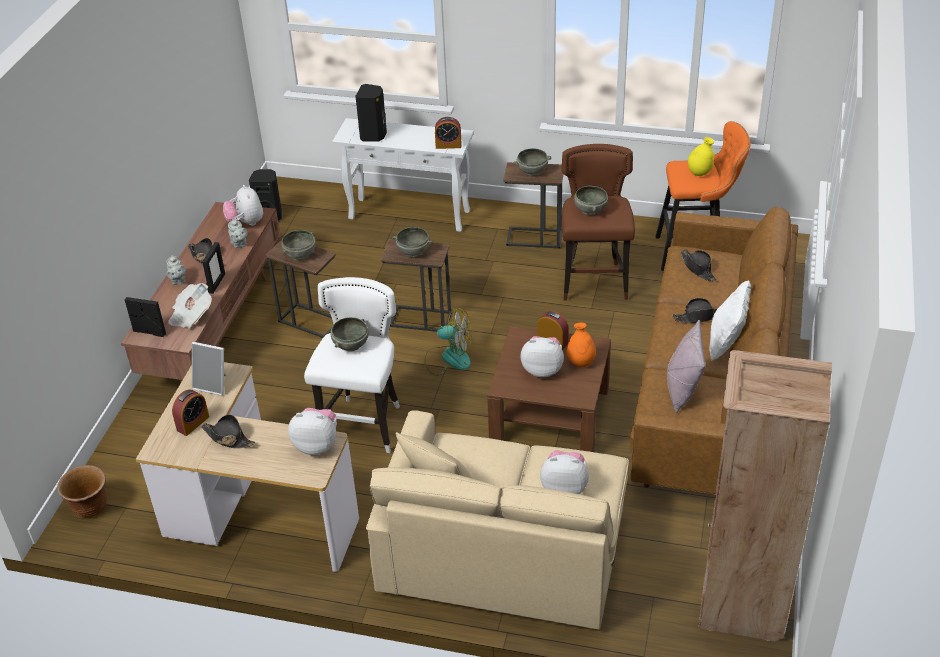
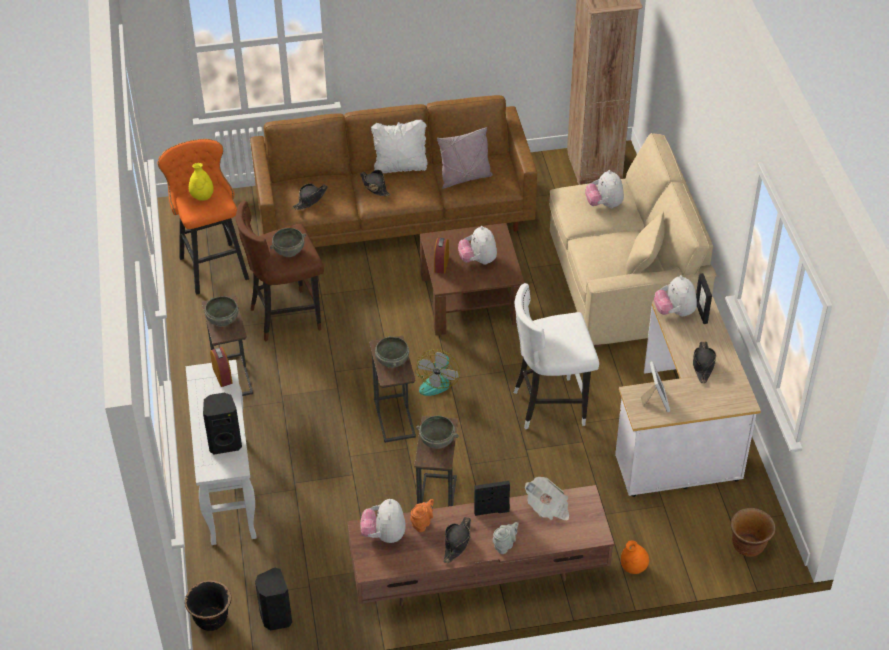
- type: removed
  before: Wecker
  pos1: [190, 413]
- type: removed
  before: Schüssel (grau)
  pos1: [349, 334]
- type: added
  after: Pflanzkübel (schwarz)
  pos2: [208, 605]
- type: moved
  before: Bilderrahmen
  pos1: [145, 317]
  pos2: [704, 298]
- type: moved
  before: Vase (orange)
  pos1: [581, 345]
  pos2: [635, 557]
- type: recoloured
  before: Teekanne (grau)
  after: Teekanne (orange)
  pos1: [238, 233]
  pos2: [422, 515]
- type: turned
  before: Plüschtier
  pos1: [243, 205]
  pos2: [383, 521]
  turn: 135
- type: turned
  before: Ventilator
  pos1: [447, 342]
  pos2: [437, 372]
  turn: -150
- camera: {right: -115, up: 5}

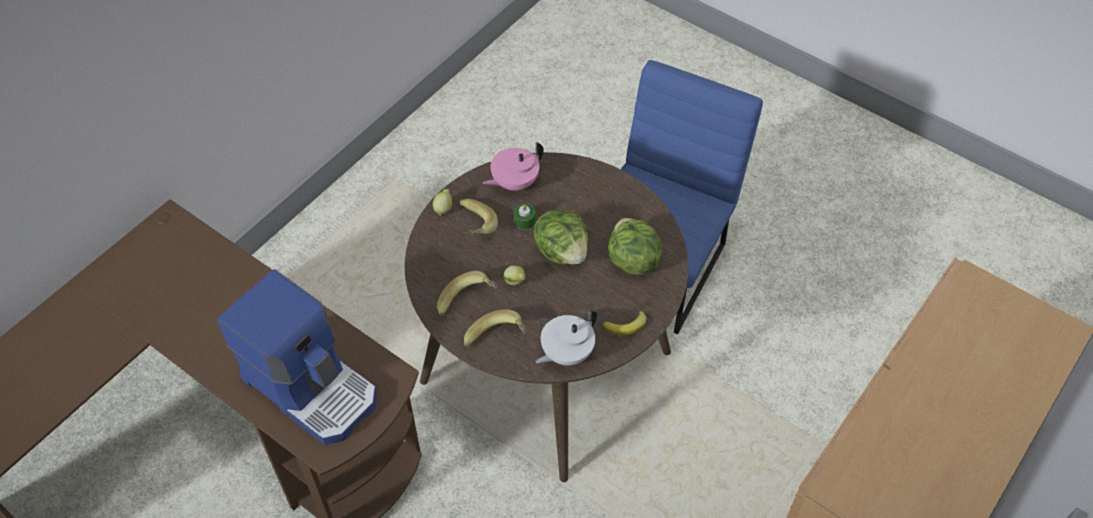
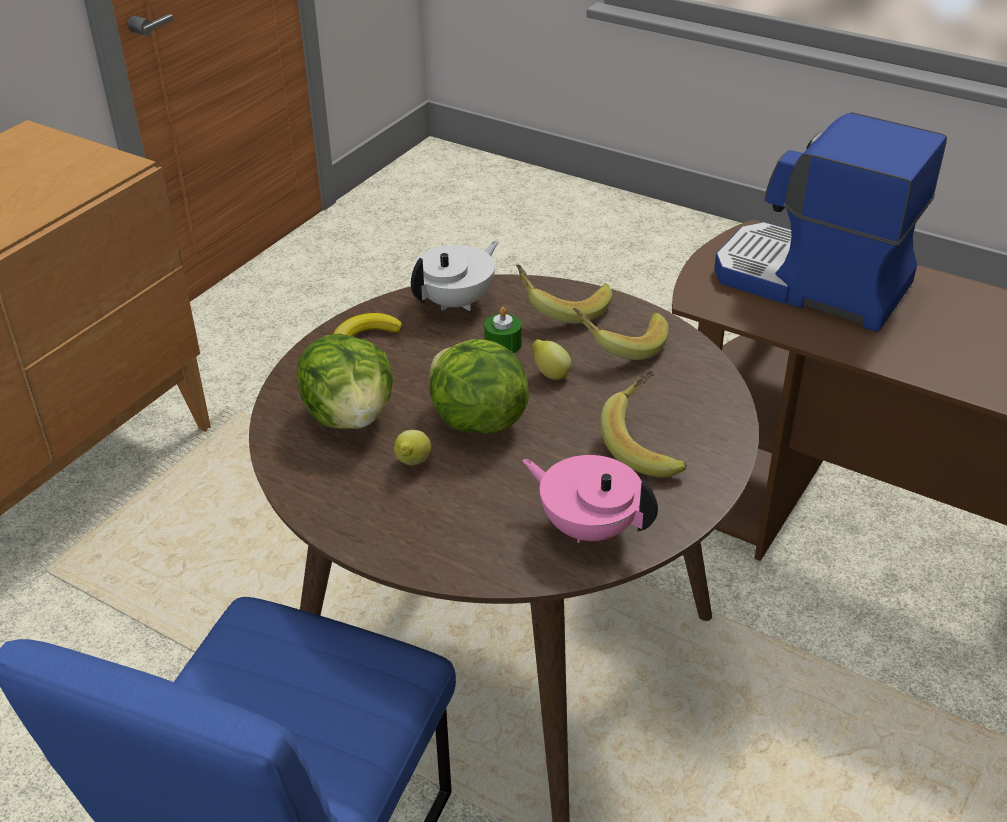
- type: moved
  before: Zitrone
  pos1: [442, 202]
  pos2: [412, 447]
- type: moved
  before: Kerze (grün)
  pos1: [525, 217]
  pos2: [503, 330]
- type: turned
  before: Teekanne (rosa)
  pos1: [513, 166]
  pos2: [590, 499]
  turn: -105
- camera: {right: 175, up: -15}

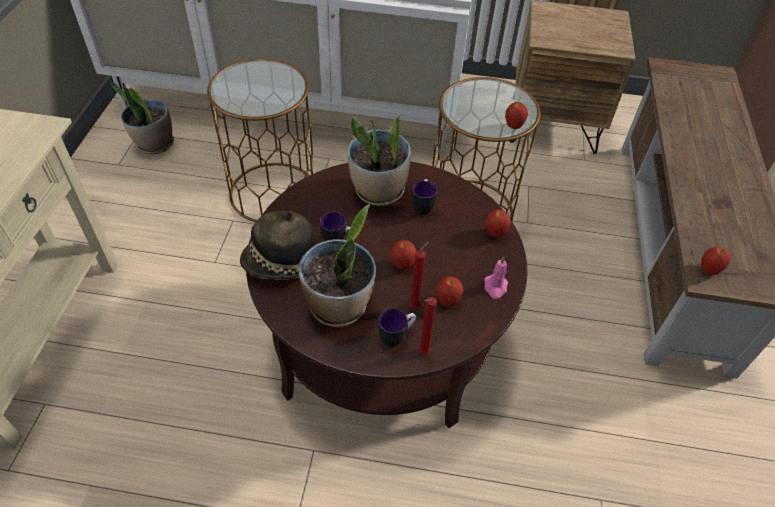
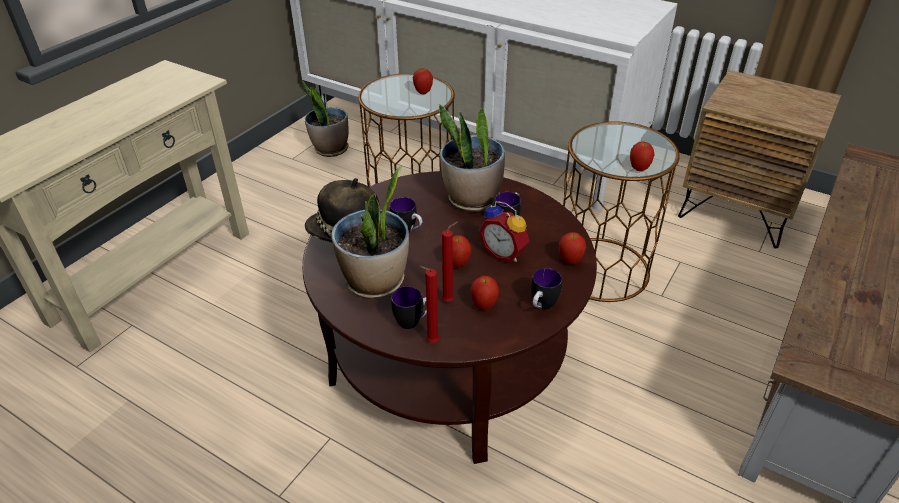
- type: added
  after: Wecker
  pos2: [504, 231]
- type: moved
  before: Apfel
  pos1: [716, 260]
  pos2: [423, 81]
- type: replaced
  before: Kerze (rosa)
  after: Henkelbecher
  pos1: [496, 277]
  pos2: [546, 289]
- camera: {right: 25, up: -10}

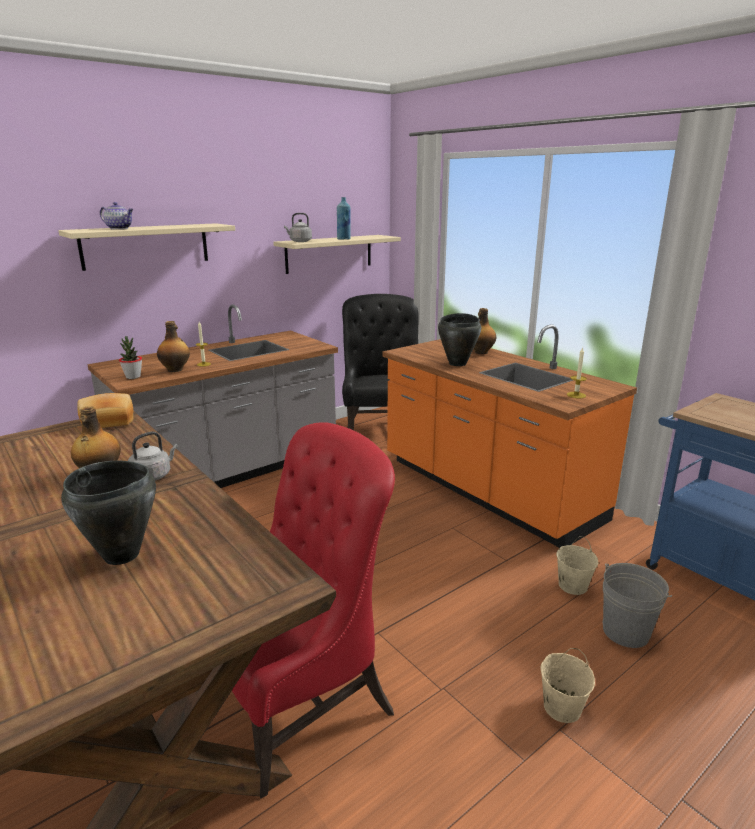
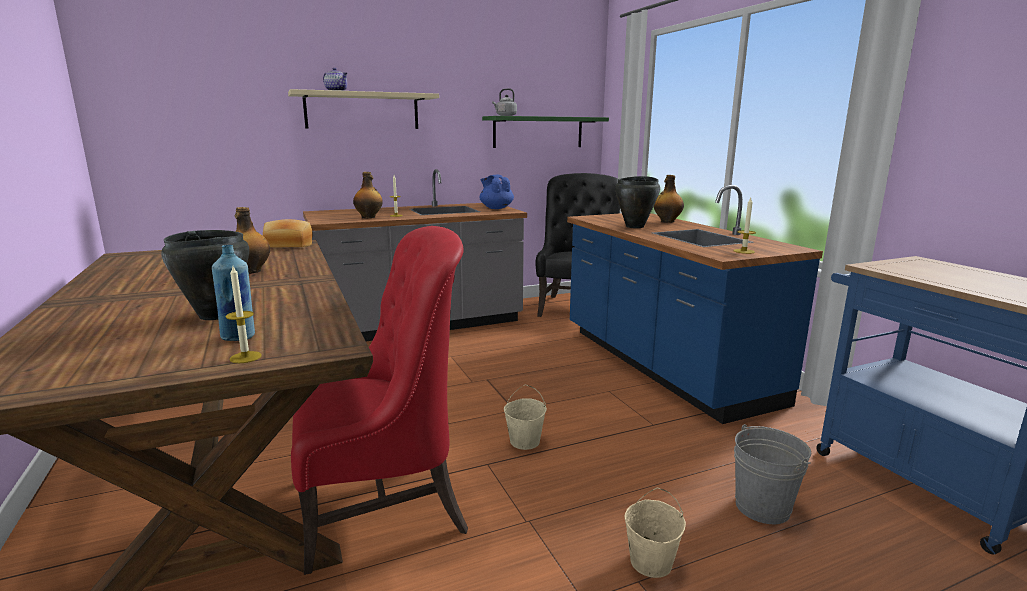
- type: removed
  before: Topfpflanze
  pos1: [130, 357]
- type: removed
  before: Wasserkessel (grau)
  pos1: [153, 456]
- type: added
  after: Kerze
  pos2: [244, 314]
- type: added
  after: Teekanne (blau)
  pos2: [496, 192]
- type: moved
  before: Flasche (blau)
  pos1: [344, 218]
  pos2: [233, 293]
- type: moved
  before: Eimer (beige)
  pos1: [577, 565]
  pos2: [525, 417]
- type: recoloured
  before: Wandregal (beige)
  after: Wandregal (grün)
  pos1: [337, 254]
  pos2: [545, 132]
- type: recoloured
  before: Küchenzeile (orange)
  after: Küchenzeile (blau)
  pos1: [510, 436]
  pos2: [695, 304]
- camera: {right: 15, up: -5}

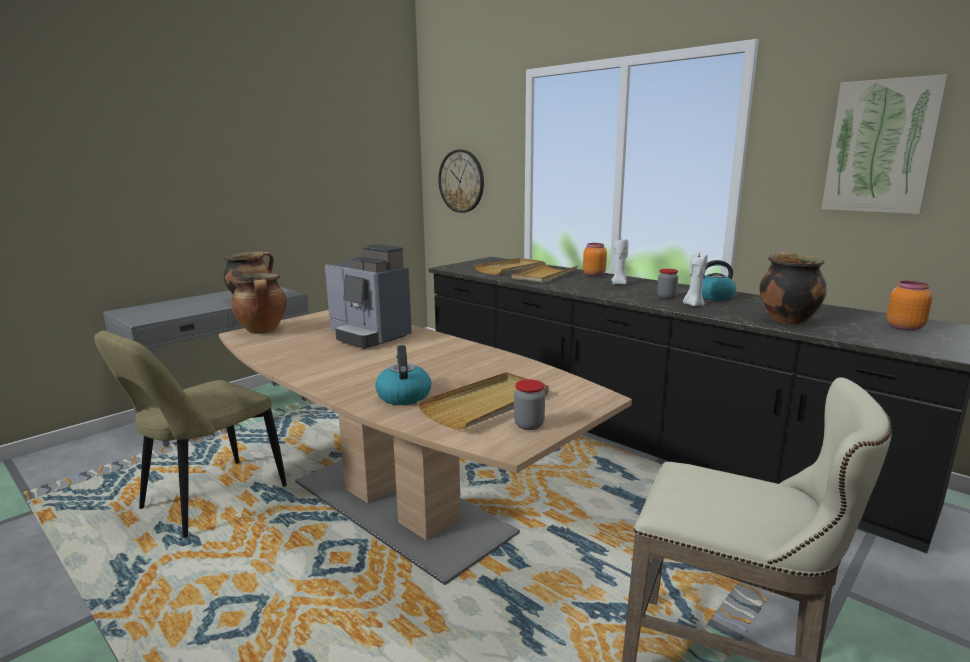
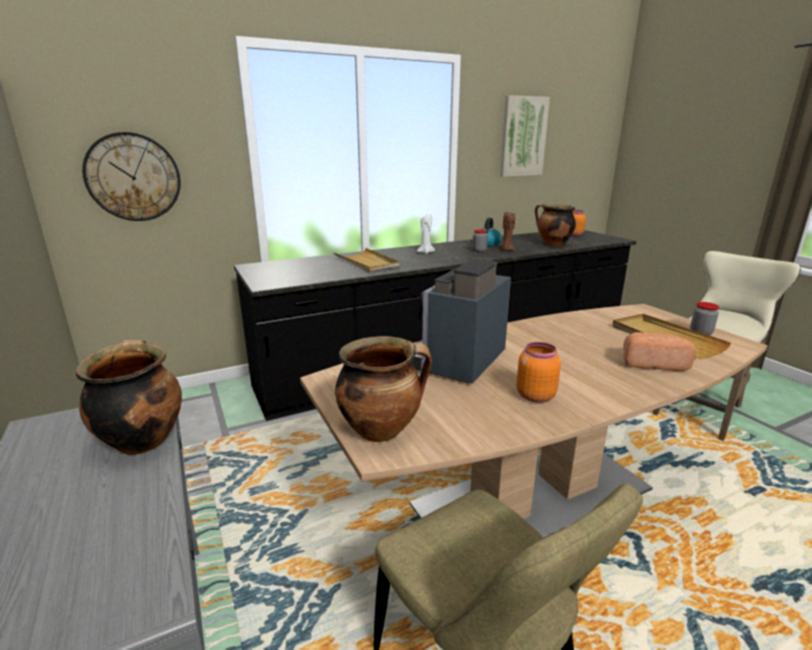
- type: removed
  before: Tablett (beige)
  pos1: [509, 266]
- type: moved
  before: Vorratsglas (orange)
  pos1: [595, 259]
  pos2: [538, 372]
- type: replaced
  before: Wasserkessel
  after: Brot
  pos1: [403, 375]
  pos2: [659, 351]
- type: recoloured
  before: Kerze (weiß)
  after: Kerze (braun)
  pos1: [695, 278]
  pos2: [507, 231]
- type: turned
  before: Kaffeemaschine
  pos1: [368, 296]
  pos2: [461, 321]
  turn: 150
- camera: {right: -70, up: 5}

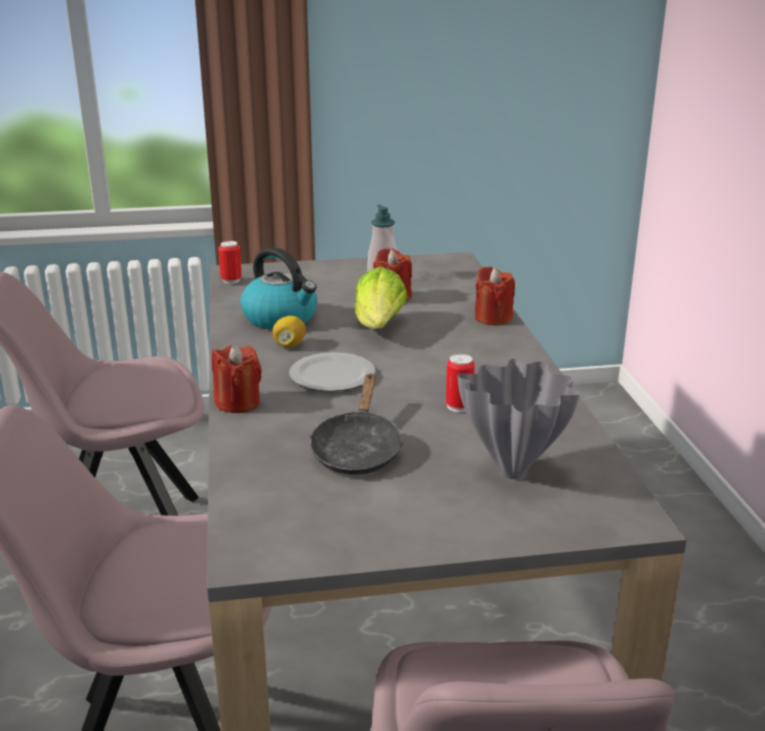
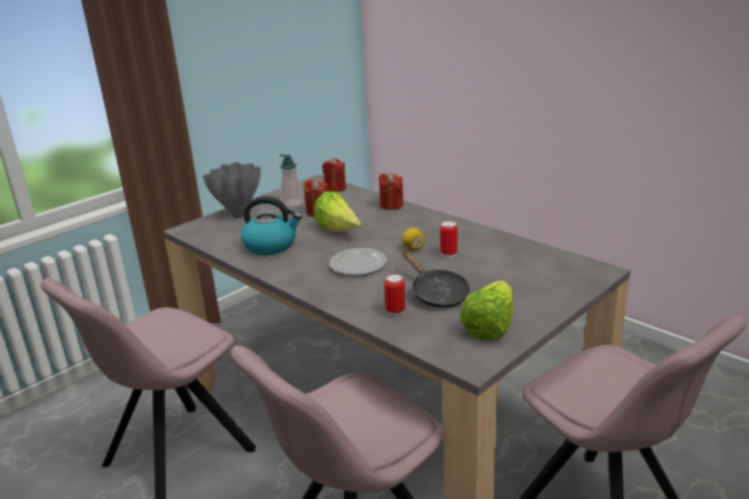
- type: added
  after: Salatkopf
  pos2: [487, 310]
- type: moved
  before: Kerze (rot)
  pos1: [237, 379]
  pos2: [334, 175]
- type: moved
  before: Dose
  pos1: [230, 262]
  pos2: [395, 295]
- type: moved
  before: Zitrone
  pos1: [289, 332]
  pos2: [413, 239]
- type: moved
  before: Vase (grau)
  pos1: [518, 419]
  pos2: [232, 190]
- camera: {right: -35, up: 0}

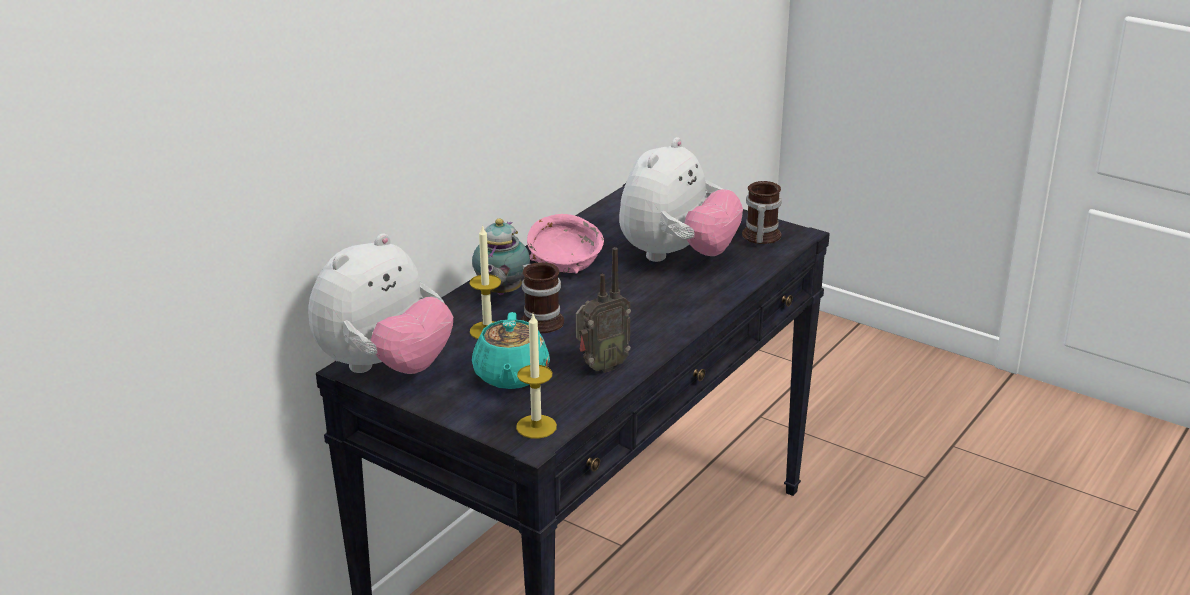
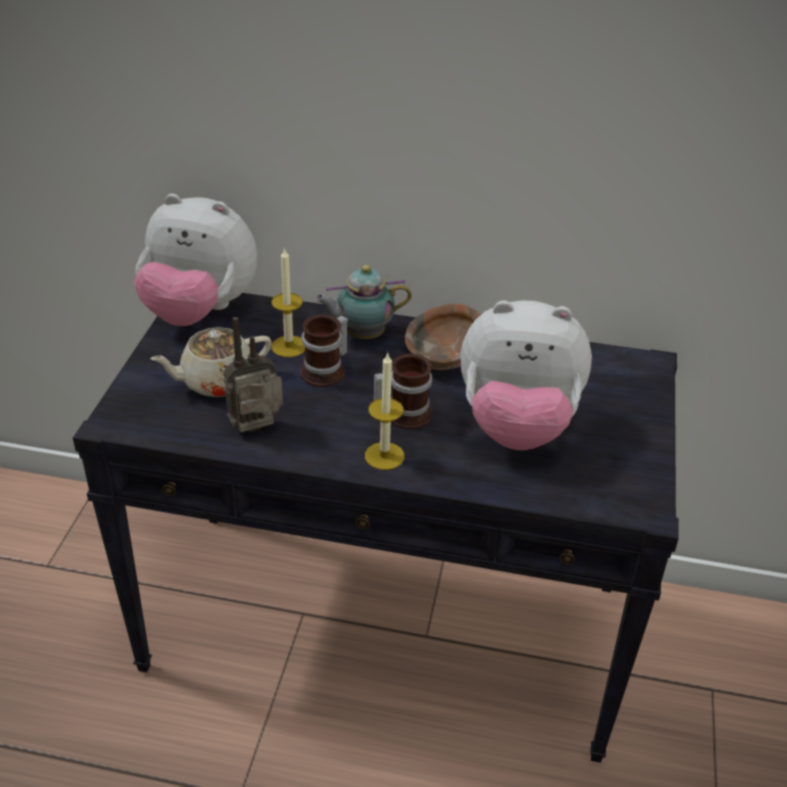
- type: moved
  before: Kerze
  pos1: [536, 376]
  pos2: [384, 411]
- type: moved
  before: Henkelbecher
  pos1: [762, 212]
  pos2: [403, 391]
- type: recoloured
  before: Teekanne (türkis)
  after: Teekanne (beige)
  pos1: [511, 350]
  pos2: [211, 362]
- type: recoloured
  before: Schüssel (rosa)
  after: Schüssel (braun)
  pos1: [565, 244]
  pos2: [443, 337]
- type: turned
  before: Radio
  pos1: [603, 310]
  pos2: [253, 374]
  turn: 120
- camera: {right: 65, up: 10}

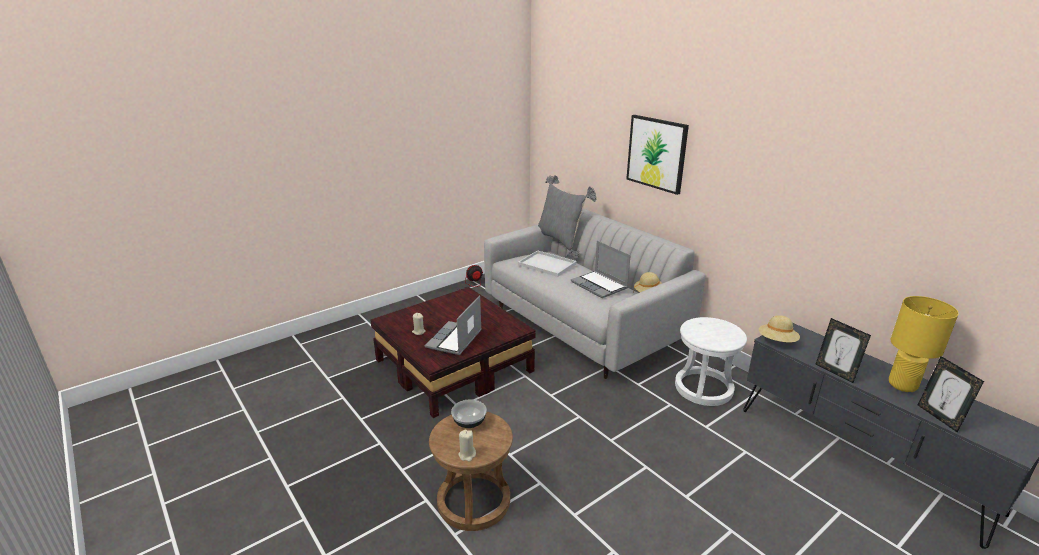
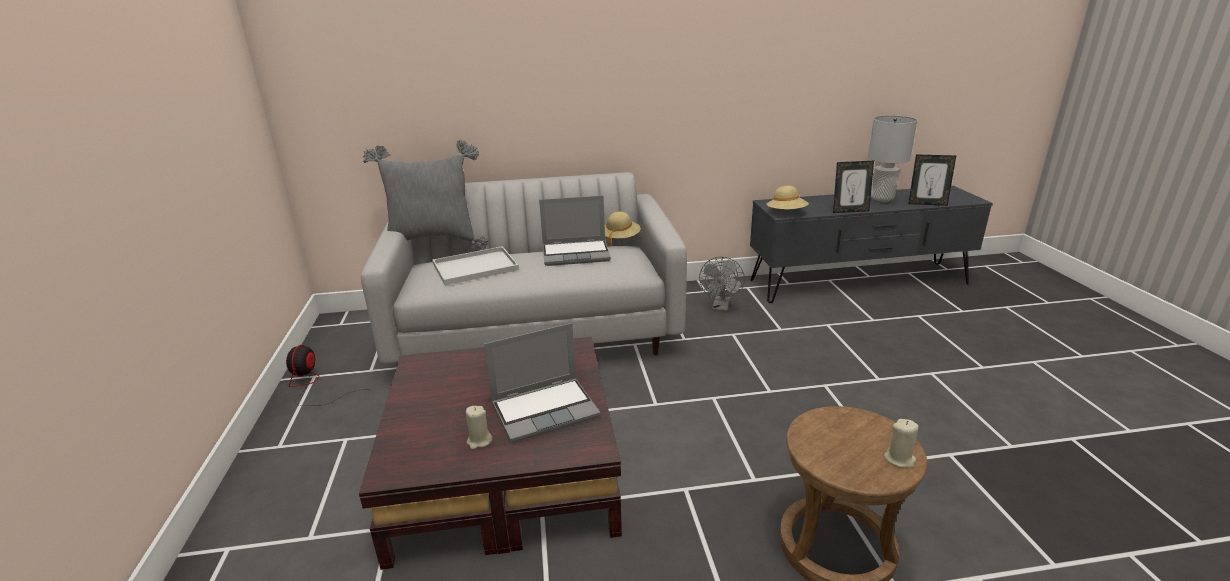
- type: removed
  before: Schüssel
  pos1: [469, 413]
- type: removed
  before: Bild
  pos1: [657, 155]
- type: replaced
  before: Hocker (weiß)
  after: Ventilator (grau)
  pos1: [711, 361]
  pos2: [722, 284]
- type: recoloured
  before: Tischlampe (gelb)
  after: Tischlampe (grau)
  pos1: [924, 344]
  pos2: [892, 158]
- type: turned
  before: Laptop
  pos1: [453, 325]
  pos2: [542, 383]
  turn: -75
- camera: {right: -60, up: 0}

